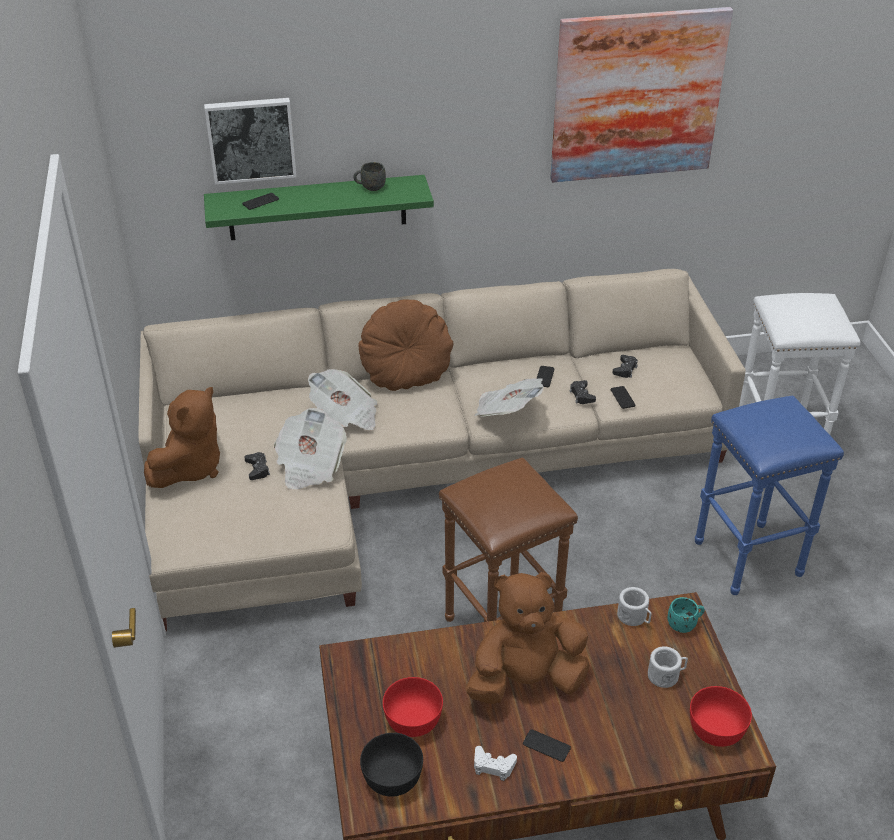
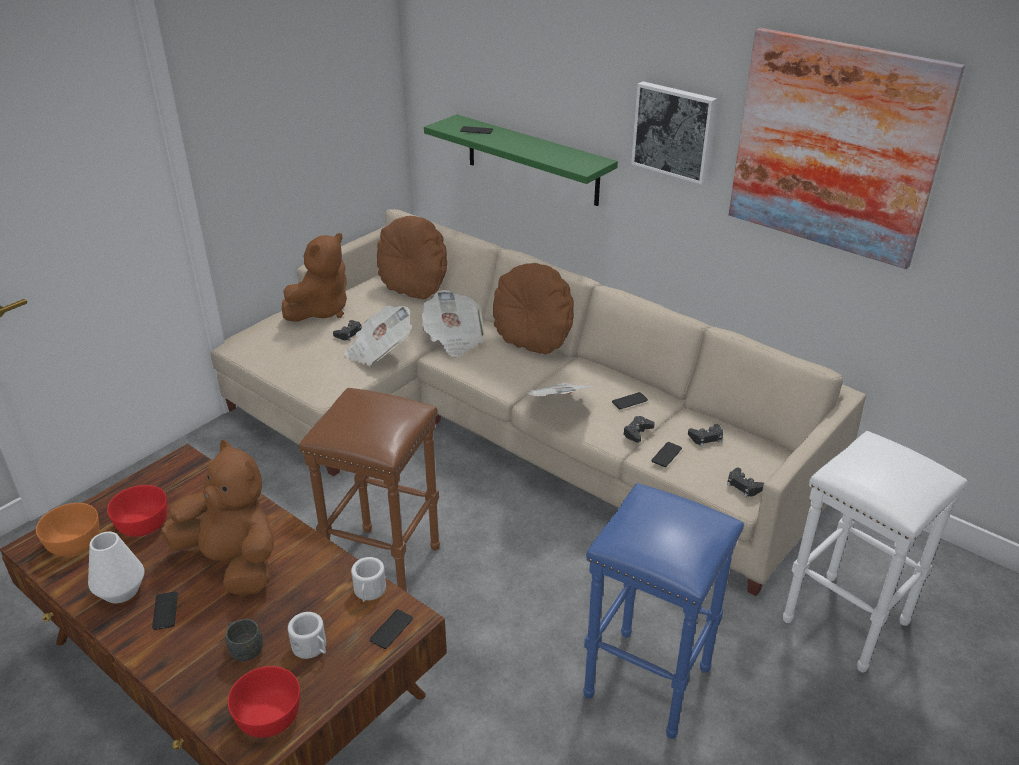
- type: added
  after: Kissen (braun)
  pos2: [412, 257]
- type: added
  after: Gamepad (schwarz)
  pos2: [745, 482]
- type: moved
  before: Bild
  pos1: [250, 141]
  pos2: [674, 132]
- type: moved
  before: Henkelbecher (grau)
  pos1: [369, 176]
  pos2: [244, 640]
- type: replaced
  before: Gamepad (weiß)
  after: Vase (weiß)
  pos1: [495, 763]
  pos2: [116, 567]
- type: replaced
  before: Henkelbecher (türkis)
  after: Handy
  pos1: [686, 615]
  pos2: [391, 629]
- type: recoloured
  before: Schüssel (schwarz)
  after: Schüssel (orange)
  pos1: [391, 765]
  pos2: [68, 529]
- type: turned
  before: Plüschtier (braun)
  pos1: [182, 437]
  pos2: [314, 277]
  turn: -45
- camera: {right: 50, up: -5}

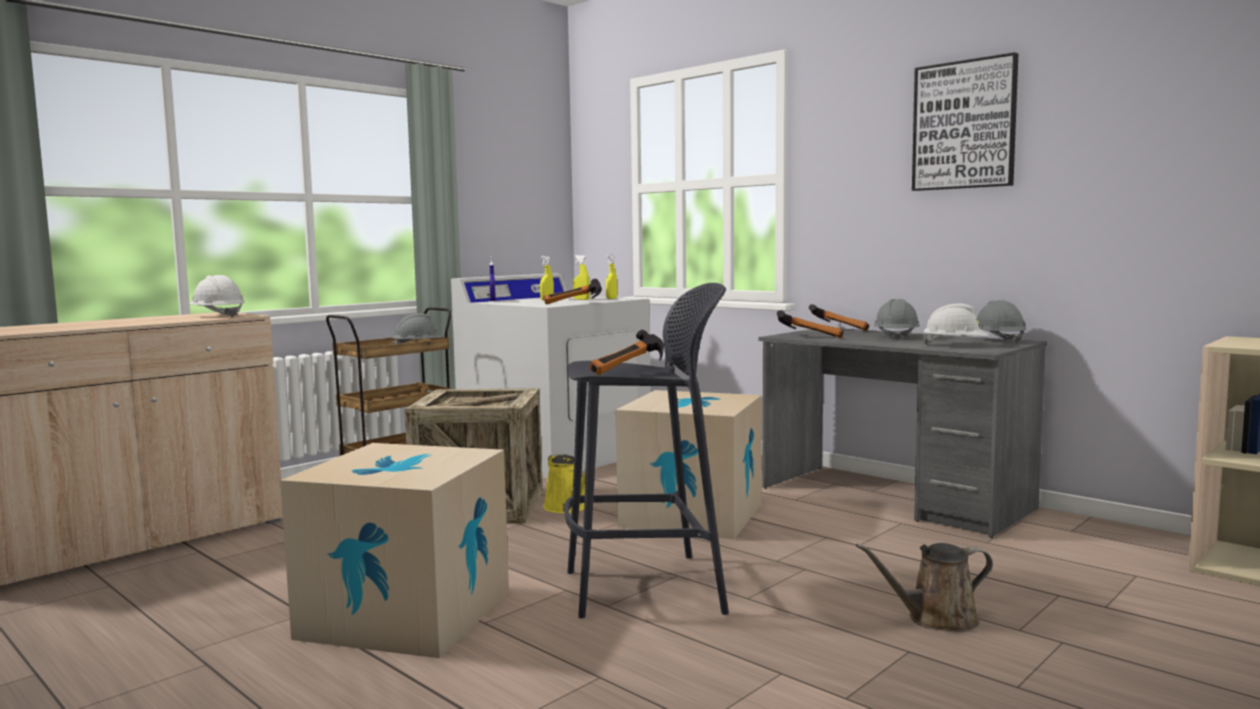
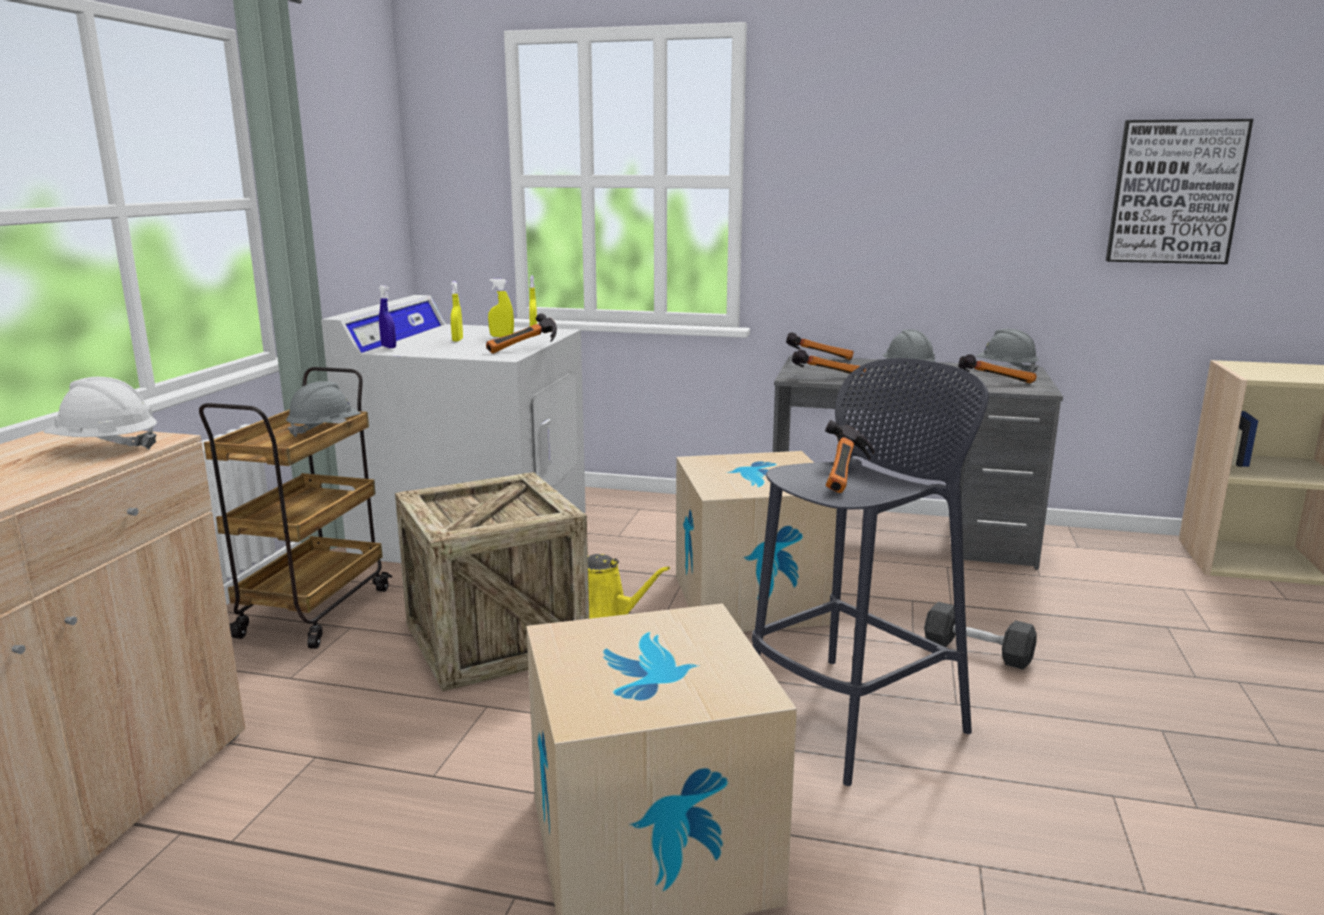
- type: removed
  before: Gießkanne (braun)
  pos1: [924, 587]
- type: added
  after: Hantel (grau)
  pos2: [980, 635]
- type: moved
  before: Bild
  pos1: [965, 121]
  pos2: [1179, 191]
- type: replaced
  before: Schutzhelm (weiß)
  after: Hammer
  pos1: [955, 324]
  pos2: [997, 368]
- camera: {right: -30, up: 10}

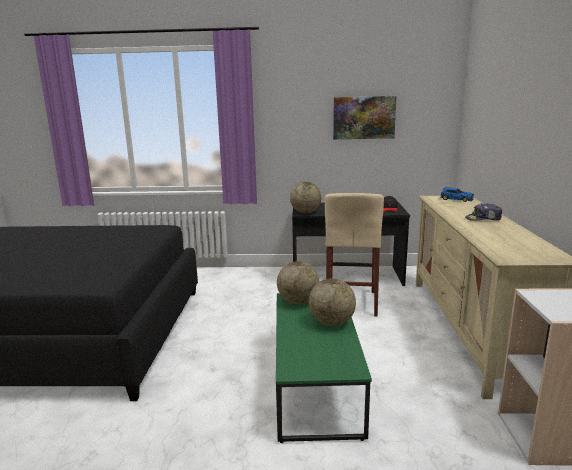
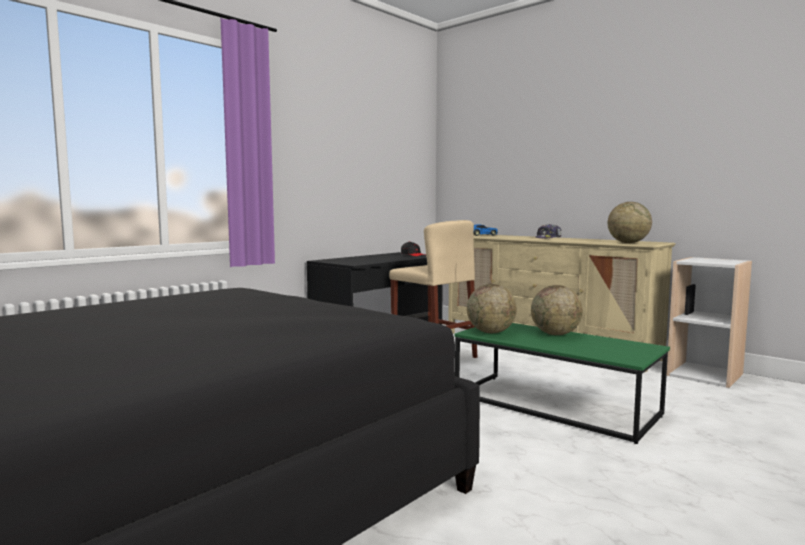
- type: removed
  before: Bild
  pos1: [365, 117]
- type: moved
  before: Globus
  pos1: [305, 197]
  pos2: [630, 222]
- camera: {right: -50, up: -10}

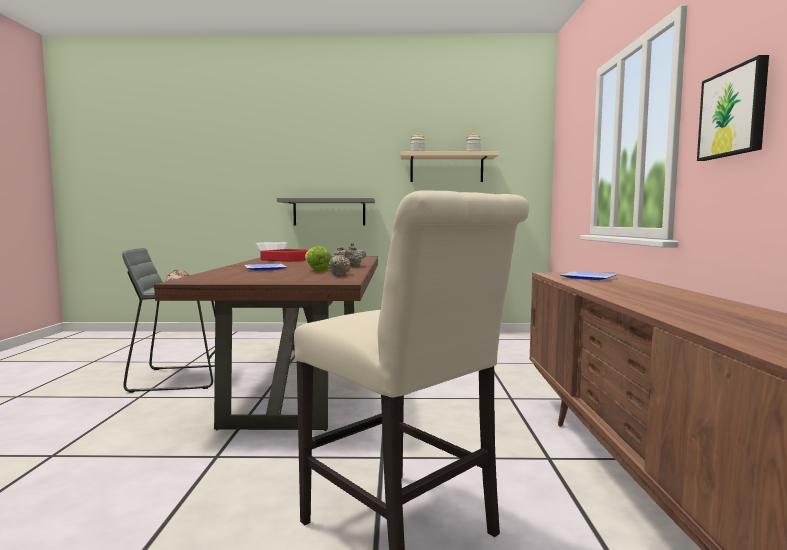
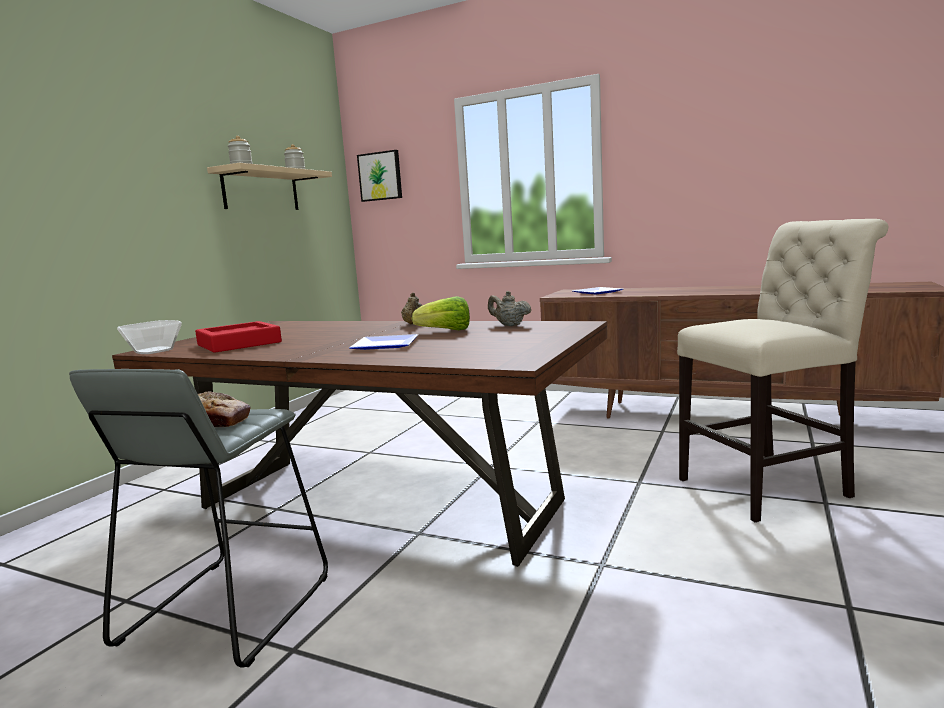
- type: removed
  before: Wandregal (grau)
  pos1: [326, 211]
- type: moved
  before: Bild
  pos1: [733, 108]
  pos2: [379, 176]
- camera: {right: -65, up: 5}

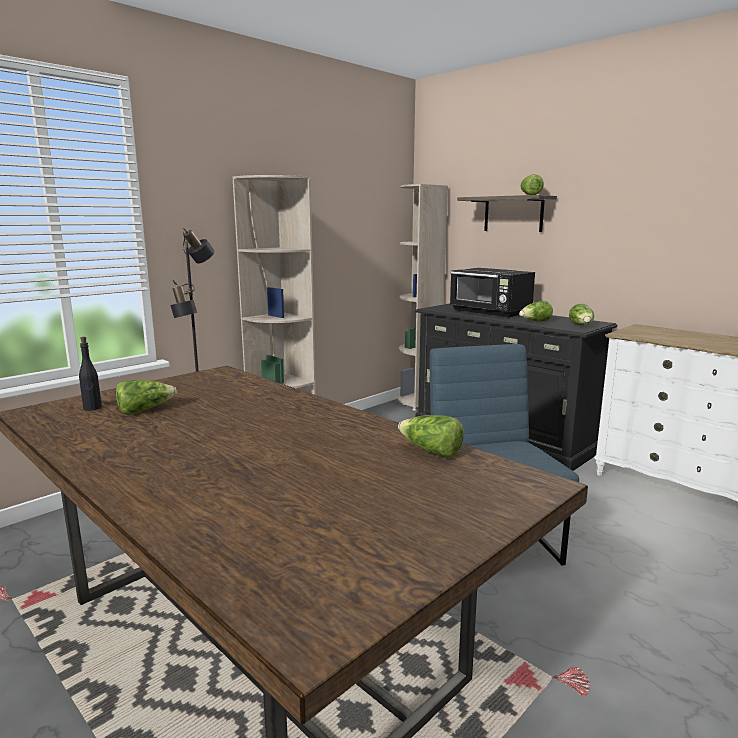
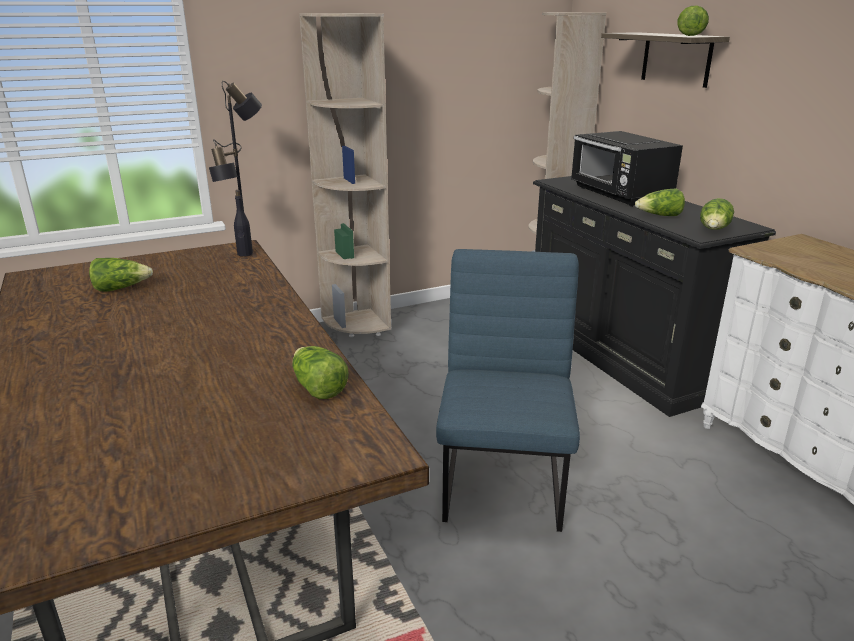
- type: moved
  before: Flasche (schwarz)
  pos1: [90, 374]
  pos2: [243, 223]
- camera: {right: 20, up: 10}

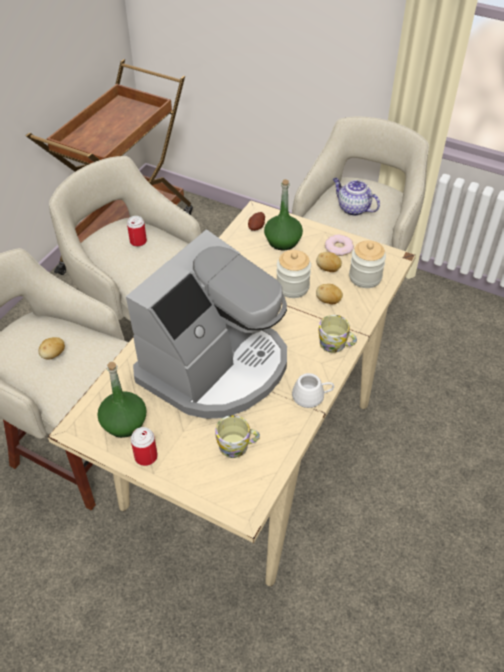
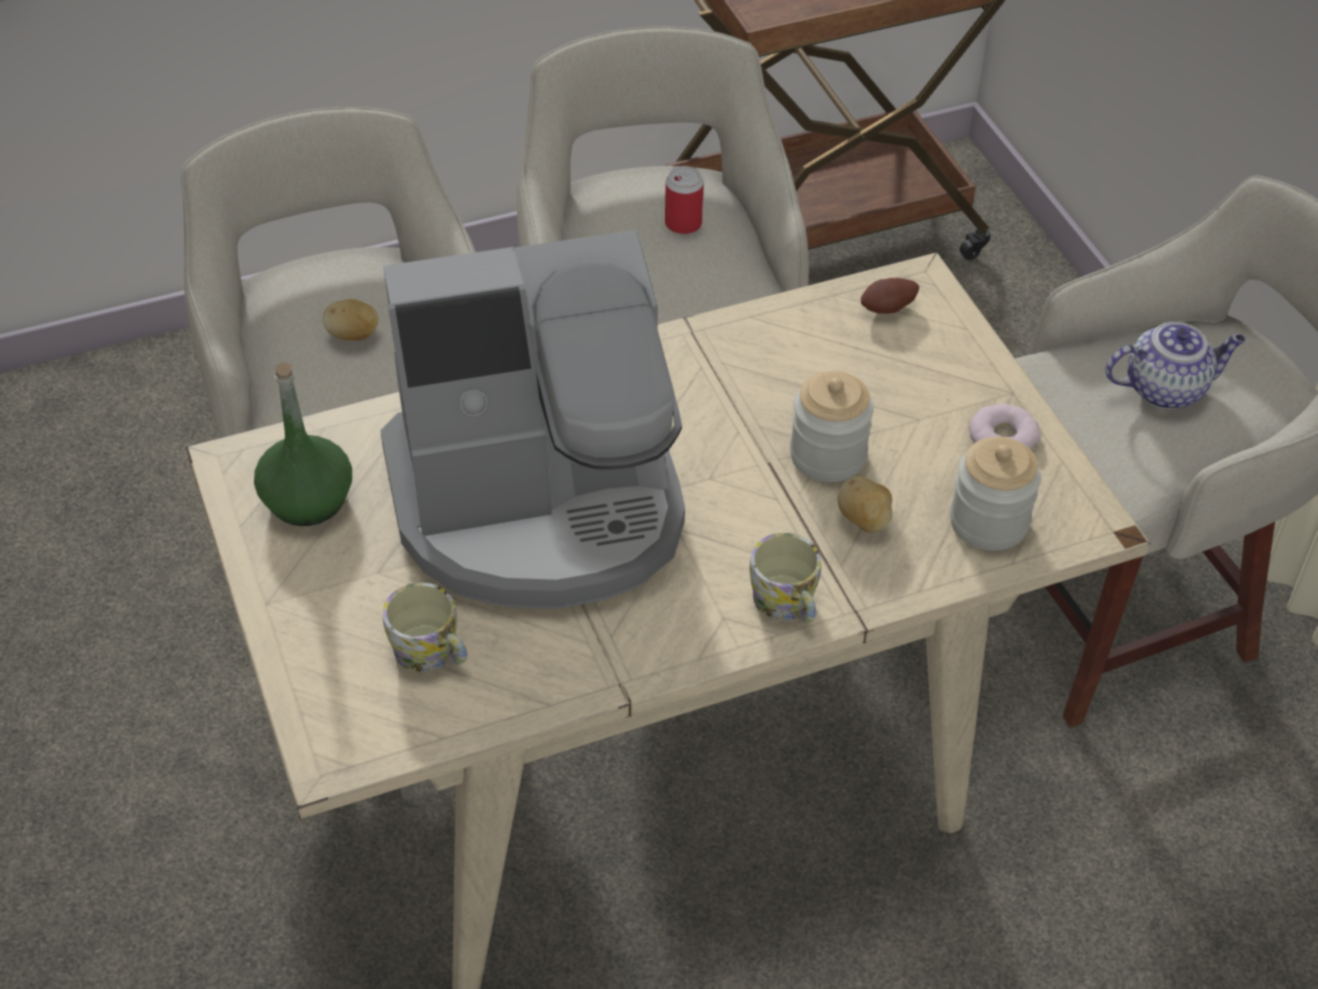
- type: removed
  before: Dose
  pos1: [144, 446]
- type: removed
  before: Flasche (grün)
  pos1: [283, 215]
- type: removed
  before: Henkelbecher (weiß)
  pos1: [313, 390]
- type: removed
  before: Kartoffel
  pos1: [329, 262]
- type: turned
  before: Teekanne
  pos1: [356, 197]
  pos2: [1176, 365]
  turn: 90
- camera: {right: 40, up: 0}

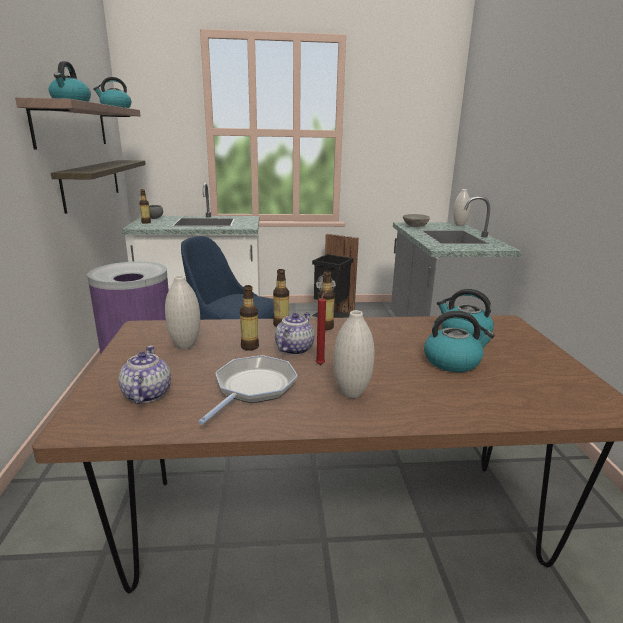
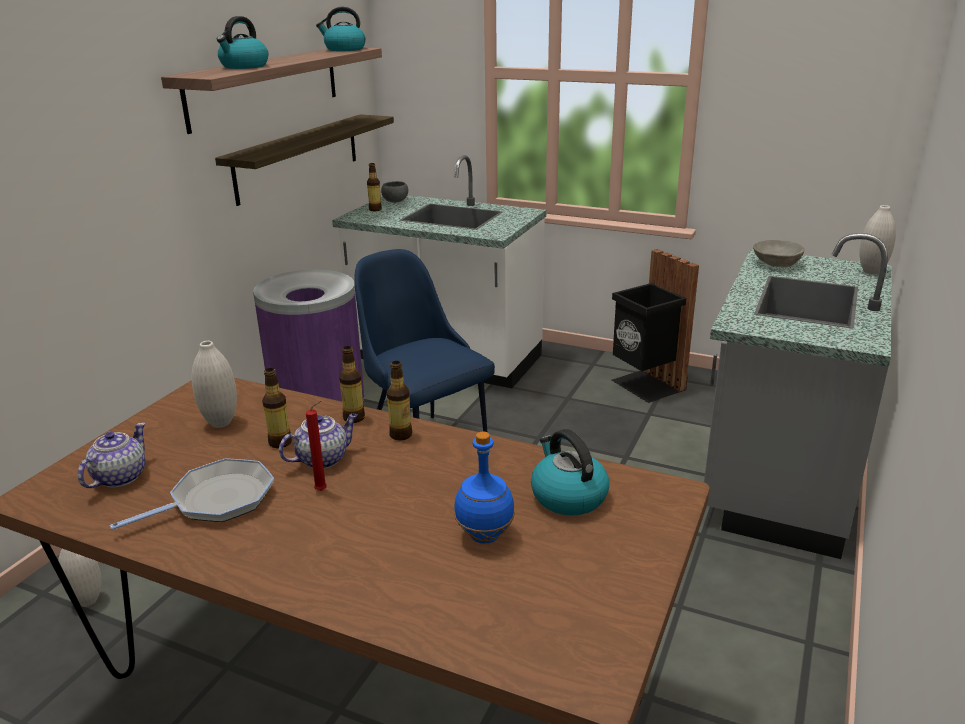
- type: moved
  before: Vase (weiß)
  pos1: [353, 354]
  pos2: [79, 578]
- type: replaced
  before: Wasserkessel
  after: Flasche (blau)
  pos1: [459, 341]
  pos2: [484, 488]
- camera: {right: 30, up: 5}

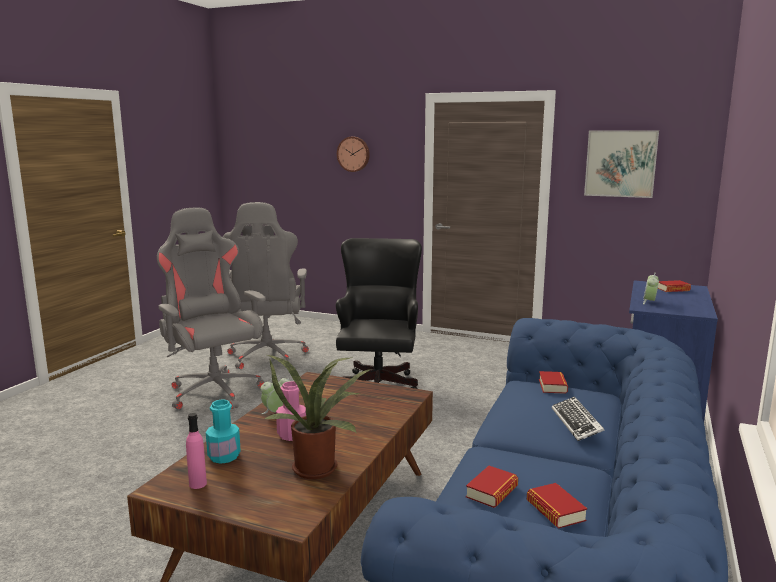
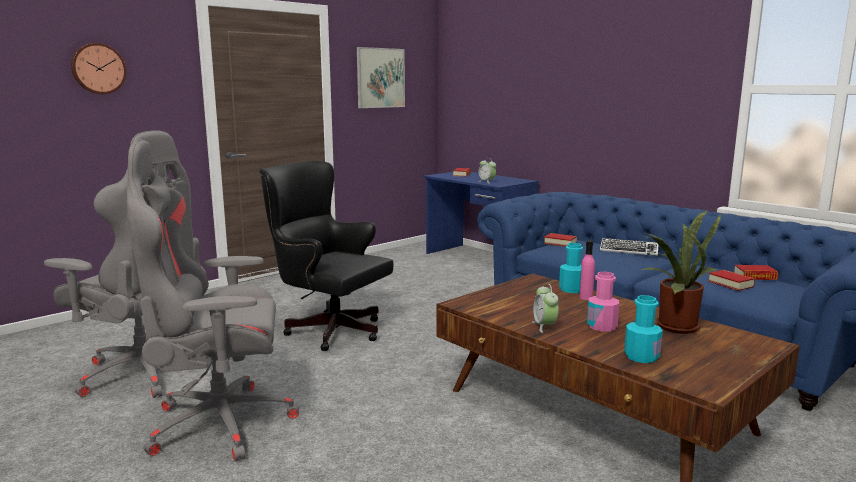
- type: added
  after: Flasche (türkis)
  pos2: [571, 268]
- type: moved
  before: Flasche (rosa)
  pos1: [196, 451]
  pos2: [587, 270]
- camera: {right: -65, up: 0}

